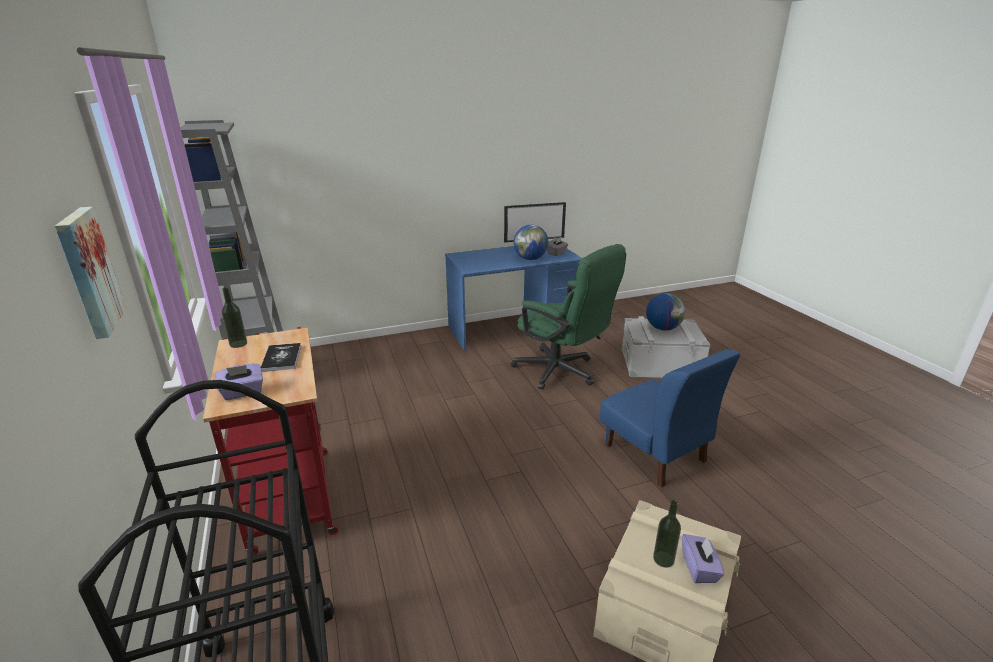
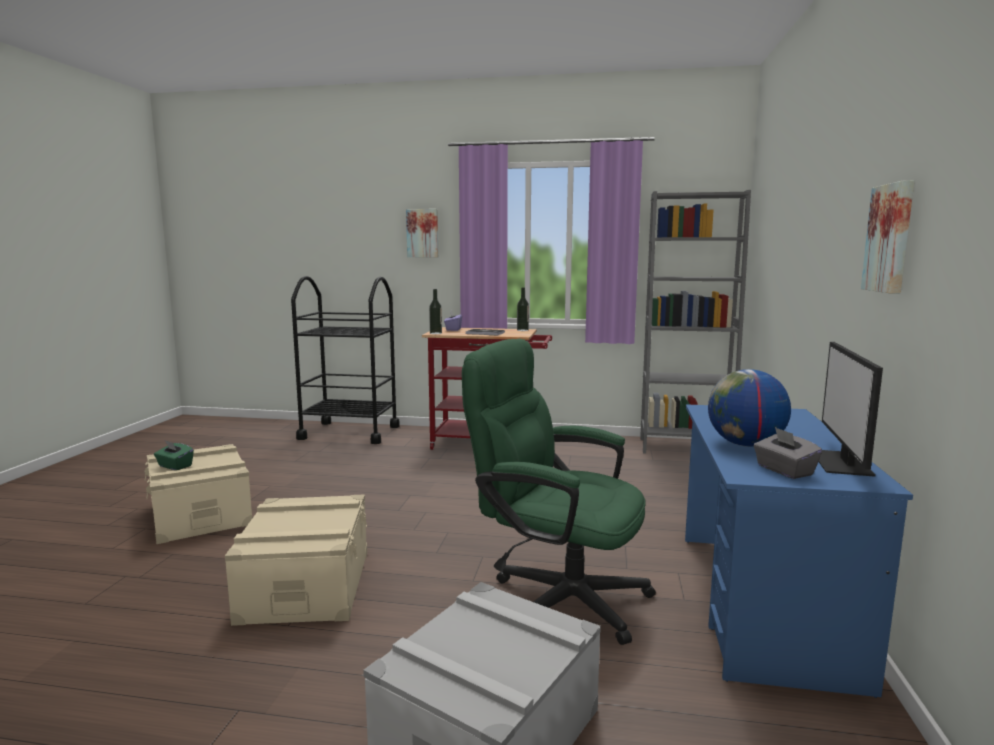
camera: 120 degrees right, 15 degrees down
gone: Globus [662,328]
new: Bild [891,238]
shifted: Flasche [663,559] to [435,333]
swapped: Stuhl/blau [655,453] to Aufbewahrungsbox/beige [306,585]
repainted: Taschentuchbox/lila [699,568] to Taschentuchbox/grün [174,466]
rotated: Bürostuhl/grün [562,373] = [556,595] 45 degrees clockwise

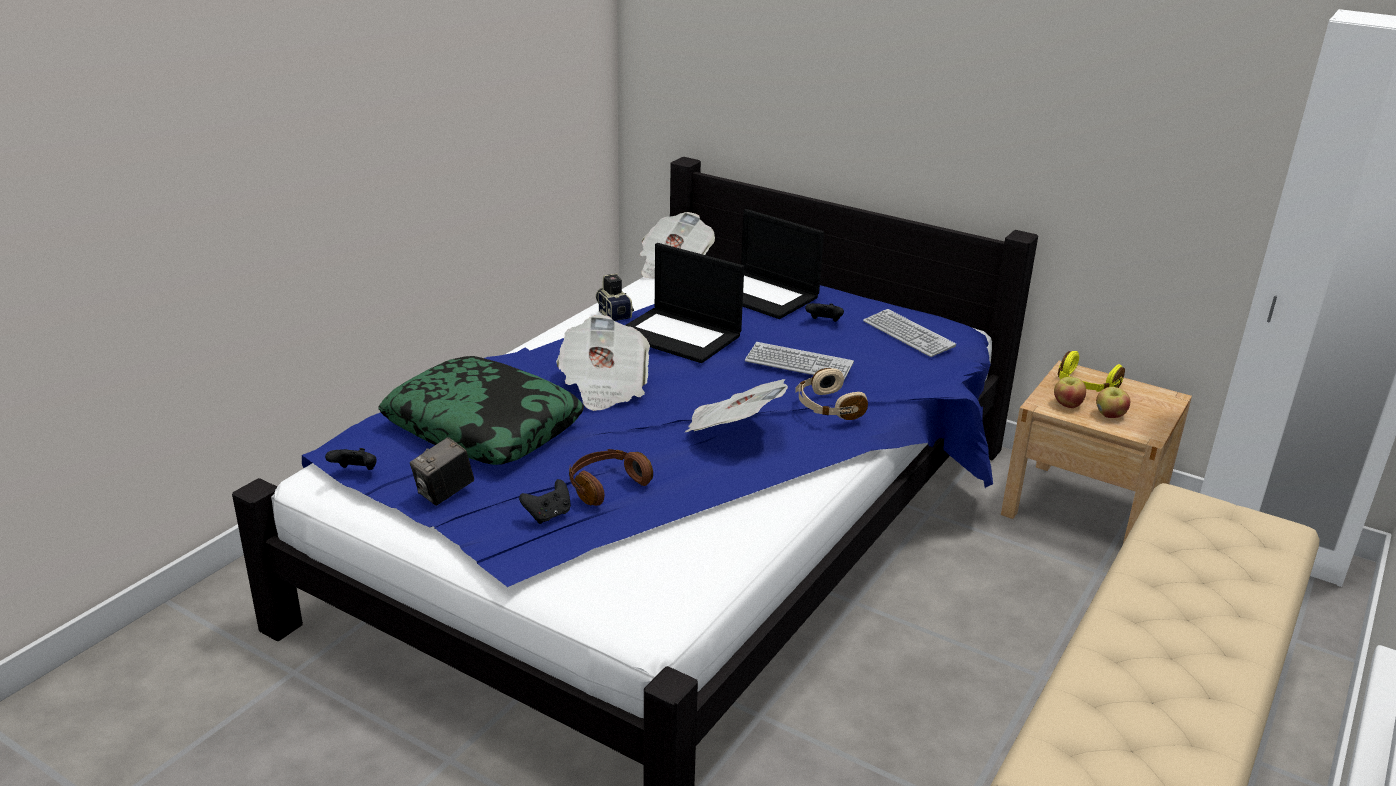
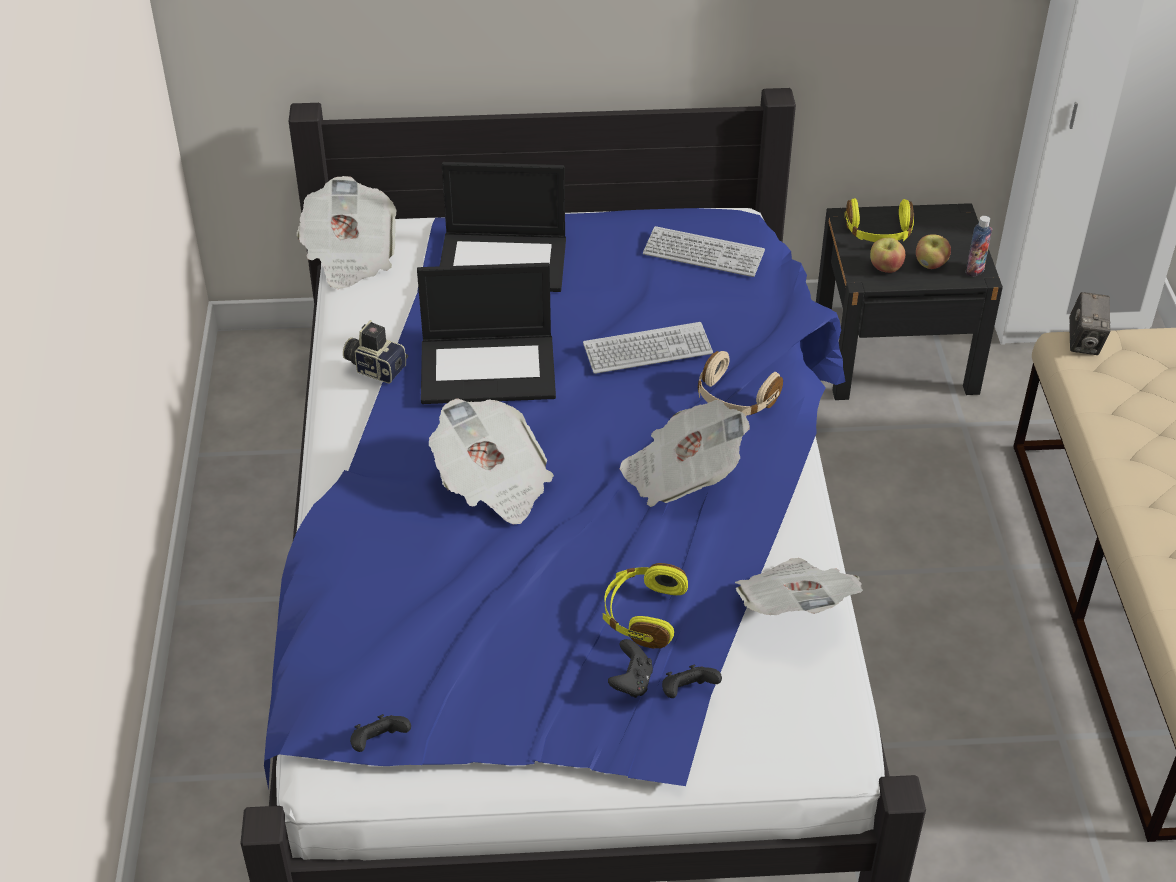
camera: 35 degrees left, 15 degrees up
gone: Kissen [484,427]
new: Zeitung [794,608]; Flasche [974,270]
shifted: Kamera [444,493] to [1084,342]; Gamepad/schwarz [824,322] to [687,692]
repainted: Kopfhörer/braun [606,485] to Kopfhörer/gelb [642,614]; Nachttisch/beige [1083,508] to Nachttisch/schwarz [895,353]

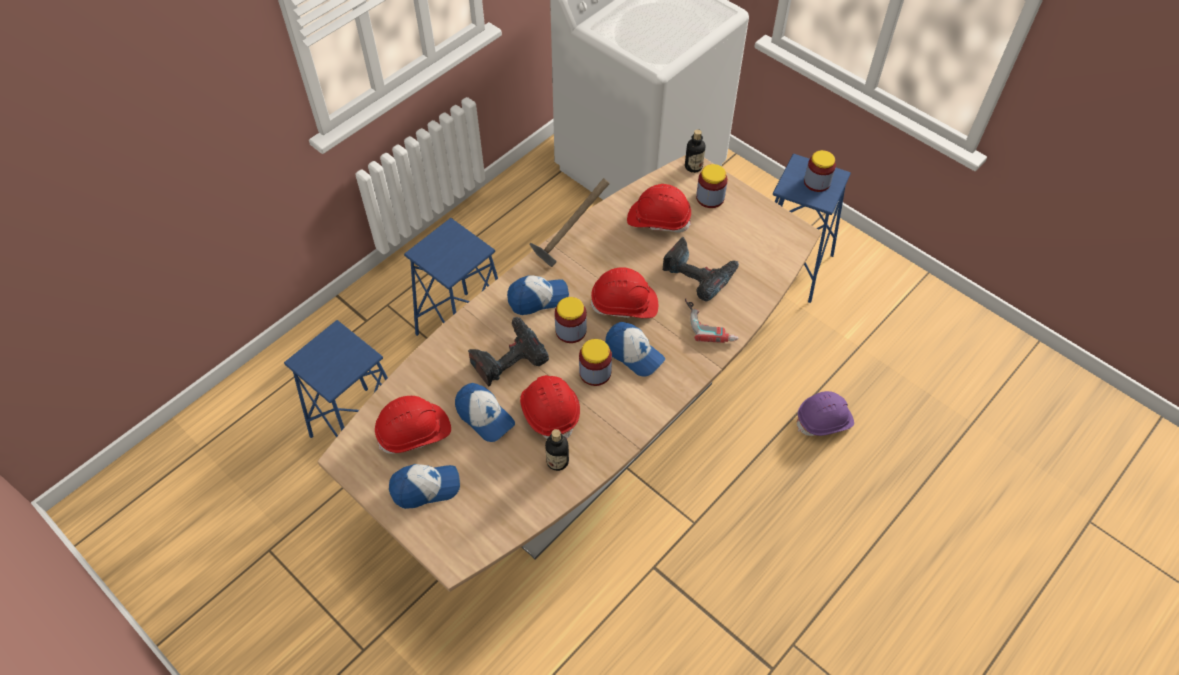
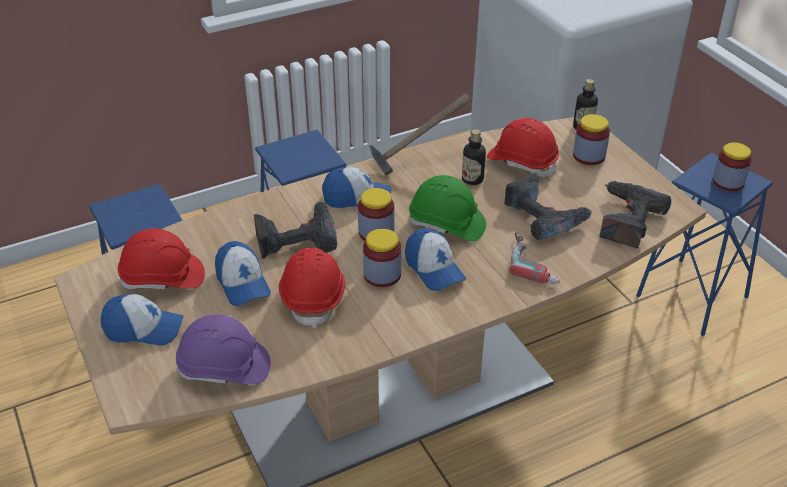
camera: 20 degrees right, 15 degrees down
new: Bohrmaschine [627,220]
shifted: Flasche [557,461] to [472,179]; Schutzhelm/lila [824,421] to [224,368]
repainted: Schutzhelm/rot [624,305] to Schutzhelm/grün [446,224]

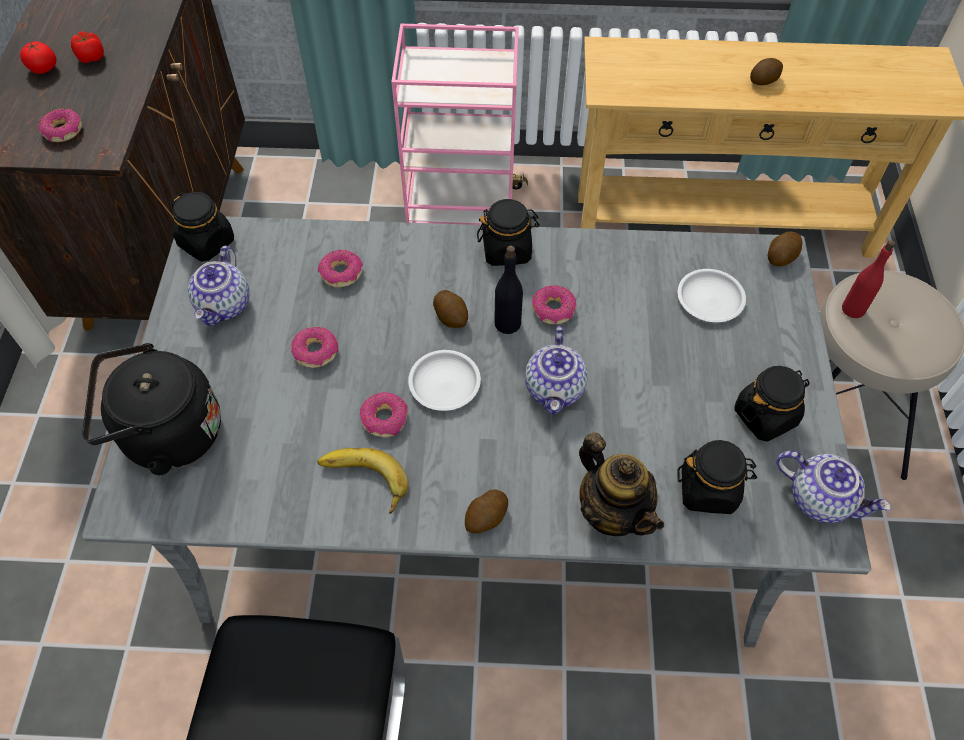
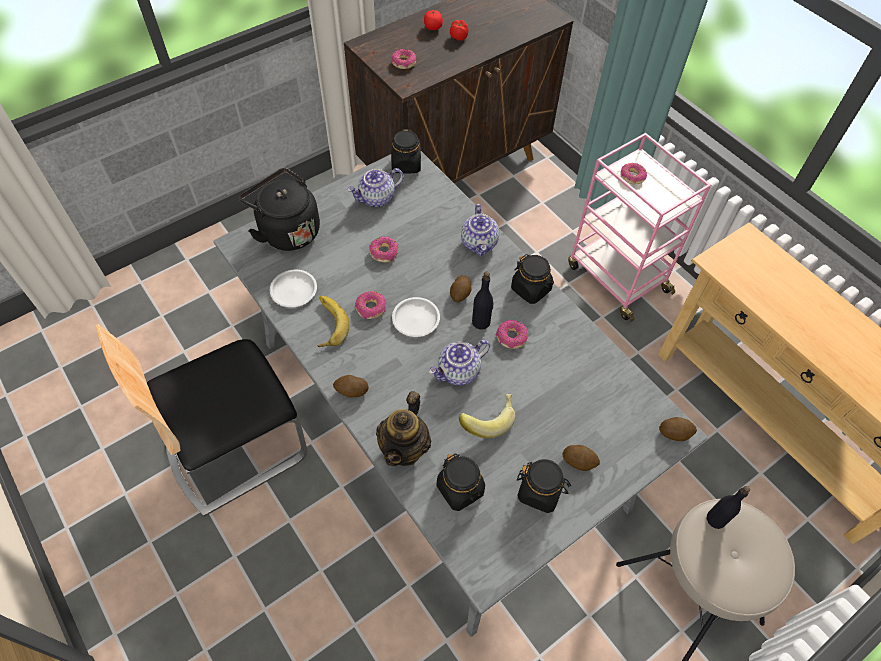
camera: 50 degrees right, 0 degrees up
new: Banane [487,419]
shifted: Donut [341,273] to [632,177]; Teller/weiß [710,299] to [294,291]; Kartoffel [763,80] to [579,461]; Teekanne [820,499] to [479,243]
repainted: Flasche/rot [853,309] to Flasche/schwarz [716,519]

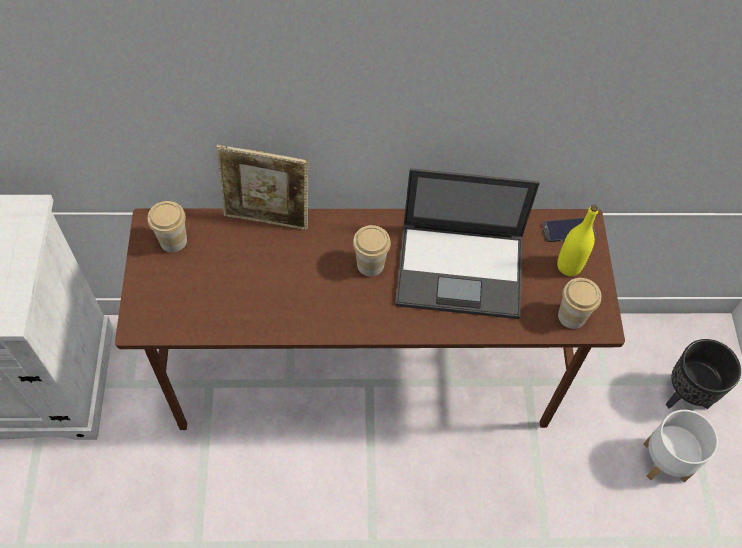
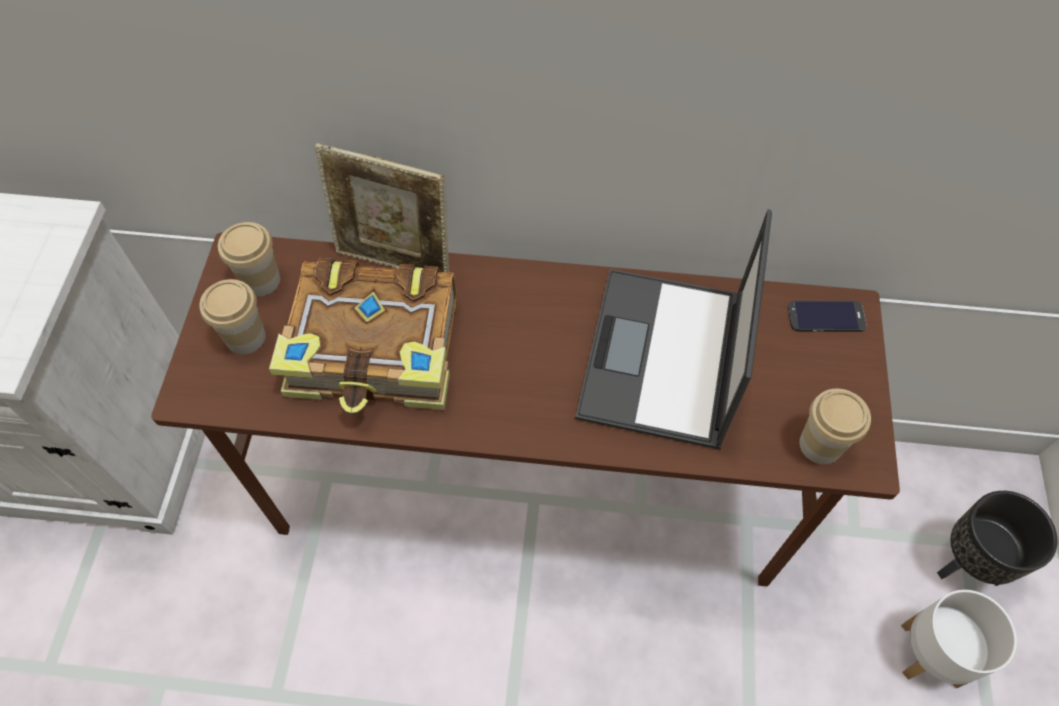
camera: 10 degrees right, 0 degrees up
gone: Flasche/gelb [569,266]
new: Buch [377,351]
shifted: Tasse [370,264] to [245,337]
rotated: Laptop [461,270] = [662,360] 90 degrees clockwise

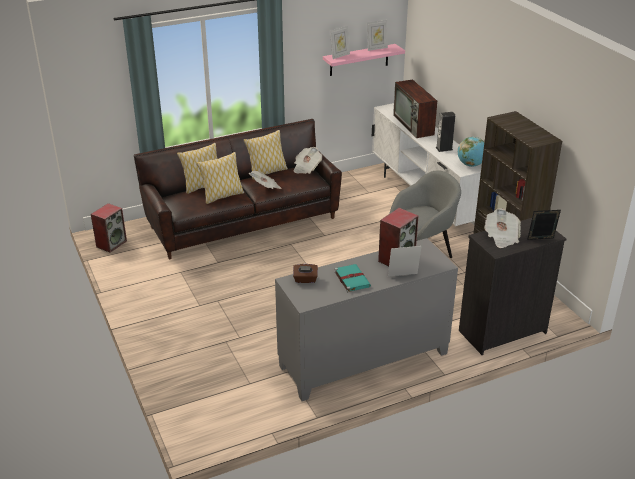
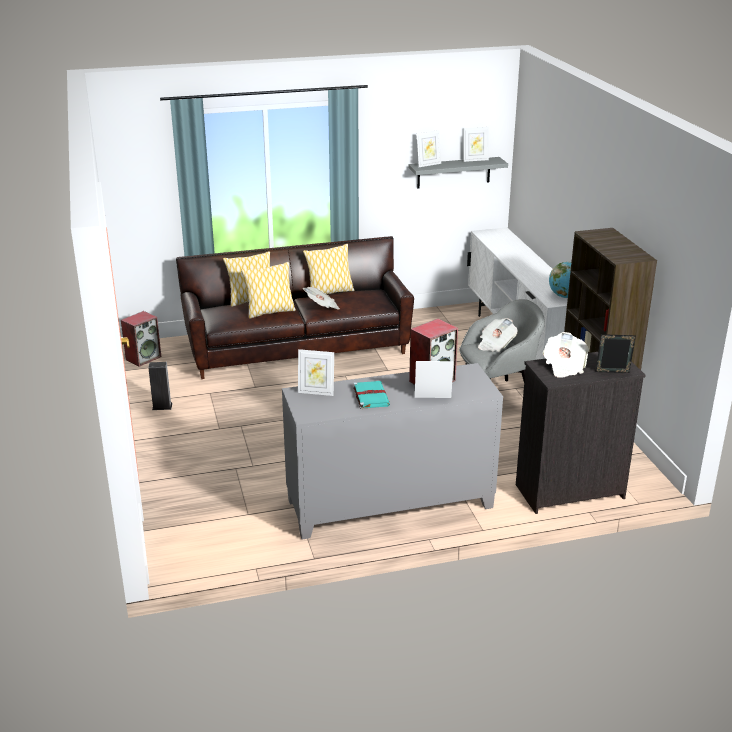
camera: 10 degrees right, 5 degrees down
gone: Fernseher [414,125]
shifted: Zeitung [306,168] to [495,345]; Lautsprecher [444,148] to [162,406]
swapped: Taschentuchbox/braun [305,279] to Bilderrahmen [316,392]
repainted: Wandregal/rosa [359,60] to Wandregal/grau [453,172]

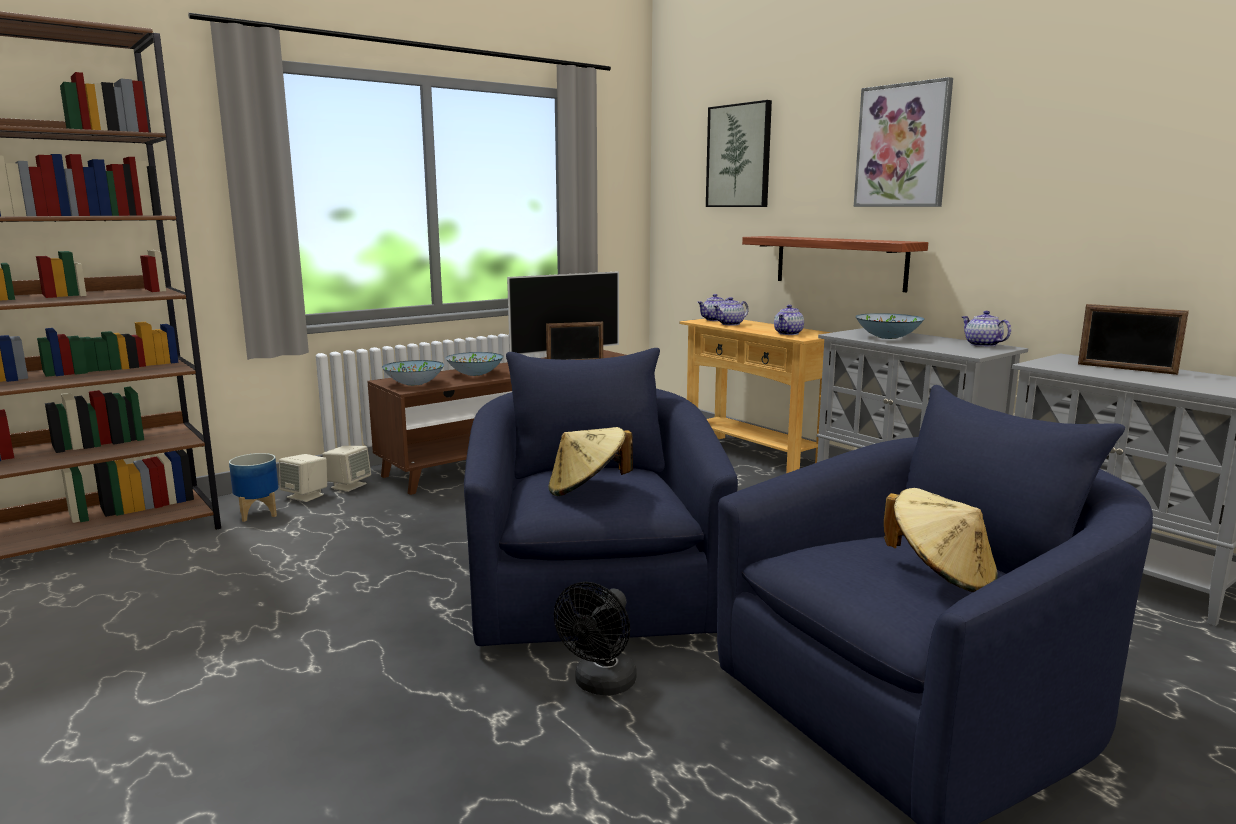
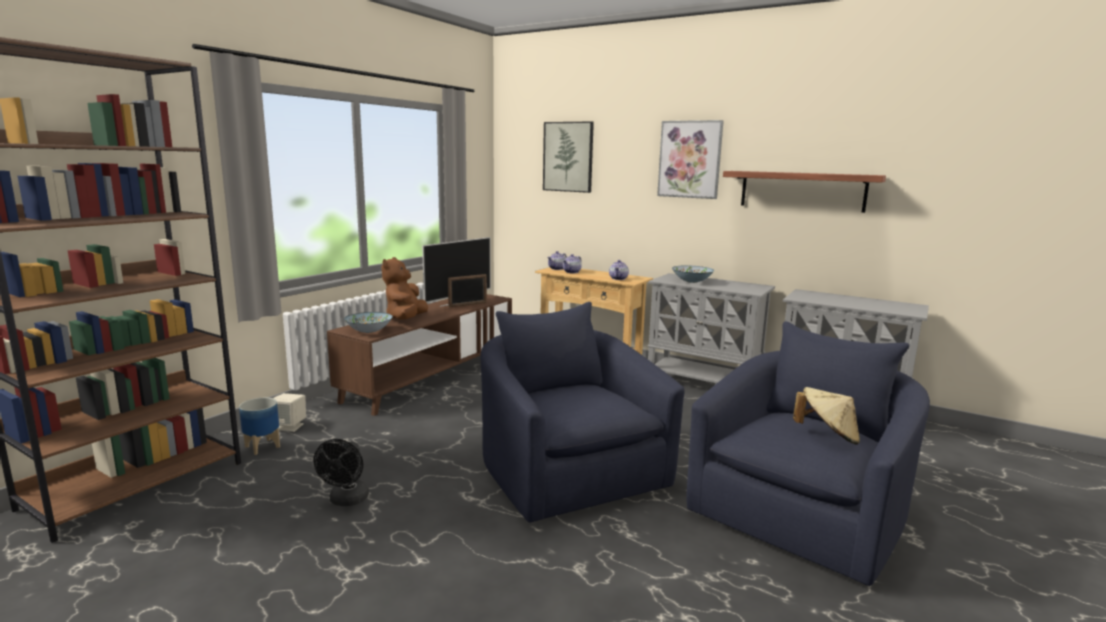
camera: 20 degrees left, 0 degrees up
gone: Lautsprecher/beige [348,486]; Hut/beige [587,489]; Teekanne [982,345]; Bilderrahmen [1126,369]
shifted: Ventilator/schwarz [601,685] to [346,501]; Wandregal [839,262] to [802,191]
swapped: Schüssel [475,374] to Plüschtier/braun [406,319]

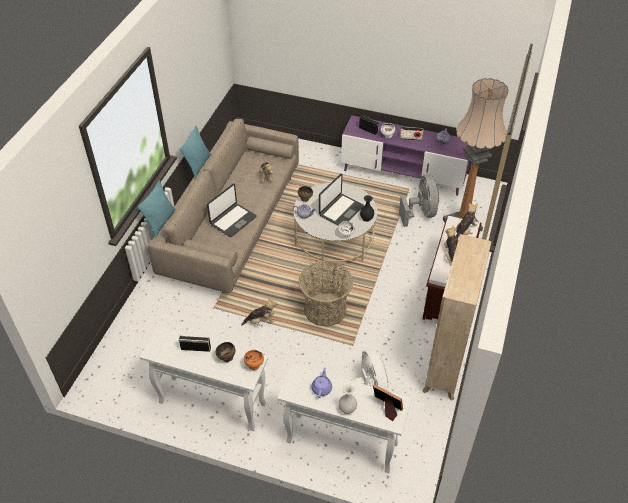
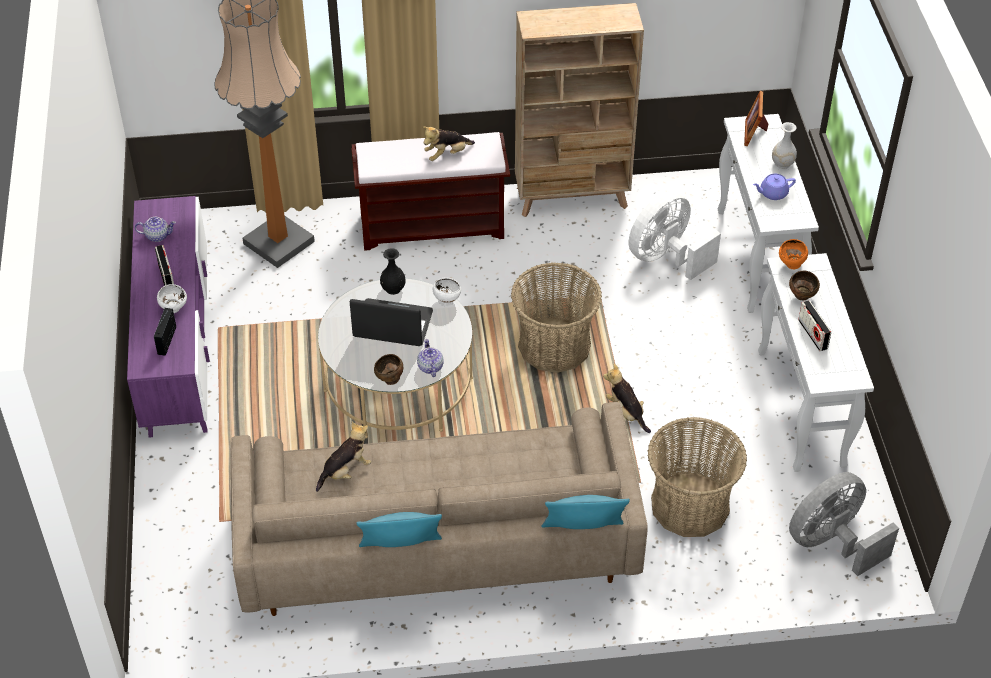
camera: 115 degrees left, 0 degrees up
gone: Laptop [232,220]; Plüschtier [464,232]
new: Korb [690,505]
shifted: Ventilator/grau [421,213] to [831,543]

